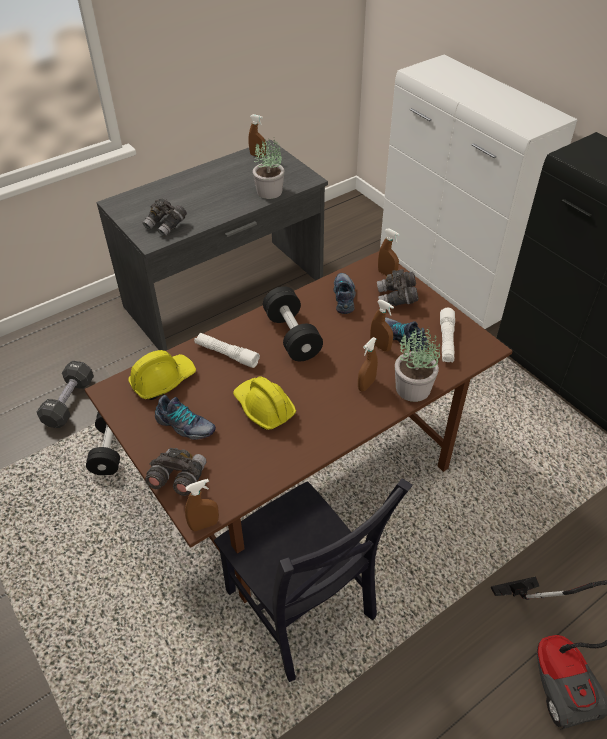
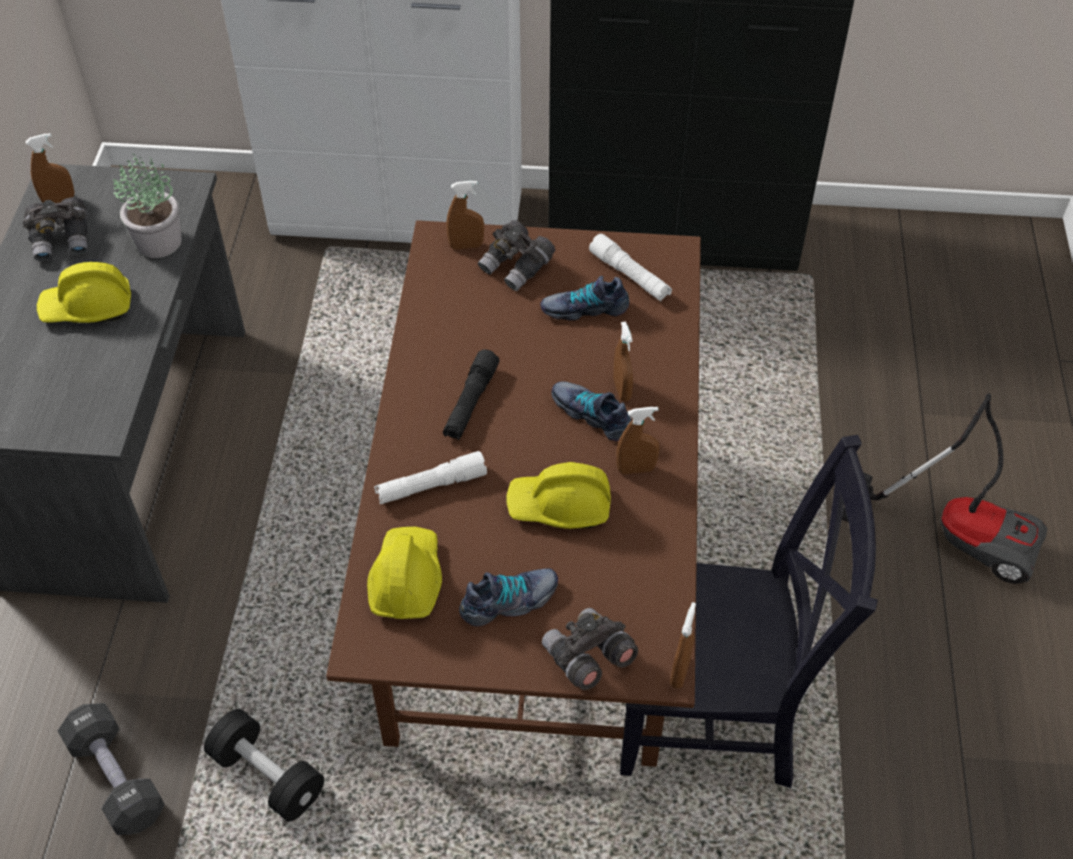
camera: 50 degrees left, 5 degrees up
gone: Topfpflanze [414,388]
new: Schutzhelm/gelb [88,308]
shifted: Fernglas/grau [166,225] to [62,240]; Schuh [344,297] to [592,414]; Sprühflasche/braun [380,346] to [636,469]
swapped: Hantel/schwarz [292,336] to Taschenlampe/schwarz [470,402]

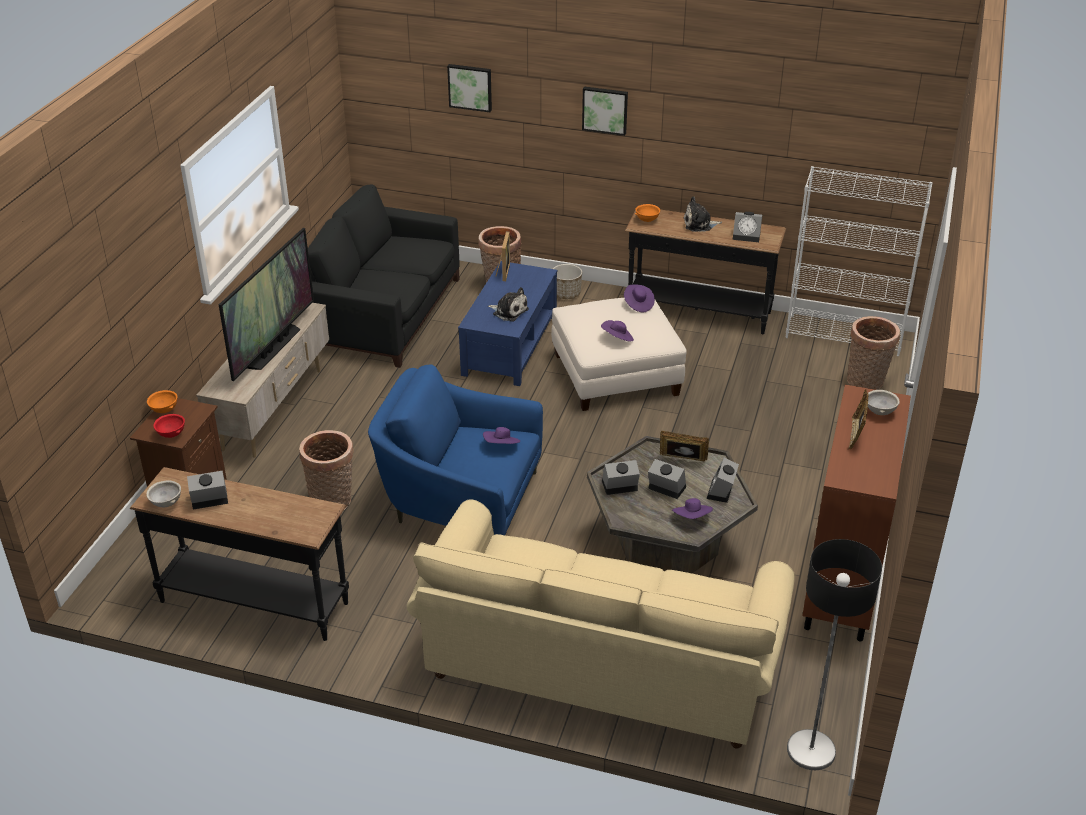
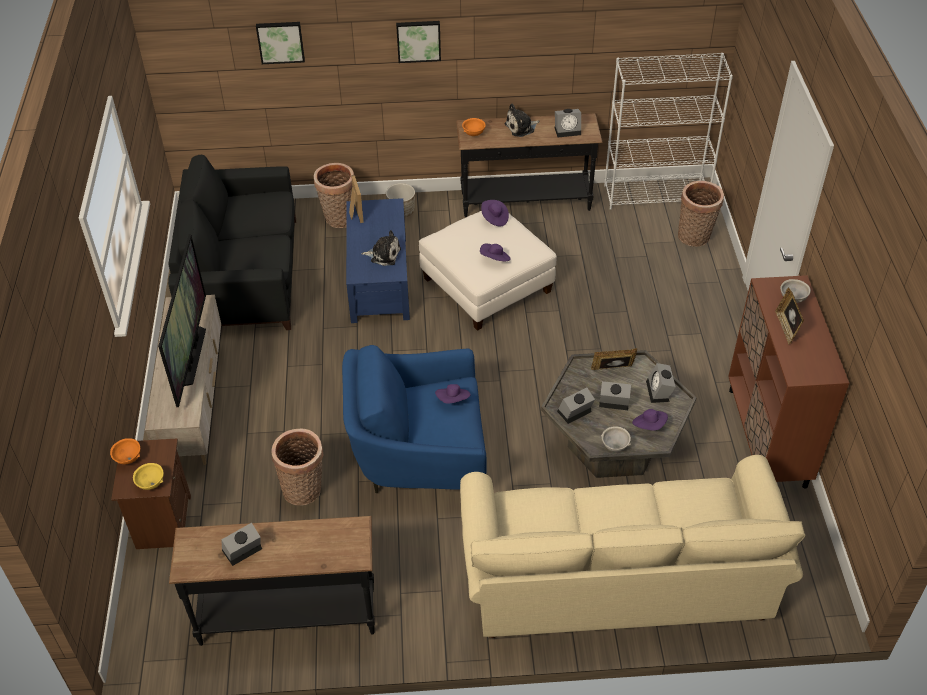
camera: 20 degrees left, 10 degrees up
gone: Stehlampe [810,750]
shifted: Schüssel/grau [166,503] to [615,446]
repainted: Schüssel/rot [171,435] to Schüssel/gelb [151,484]

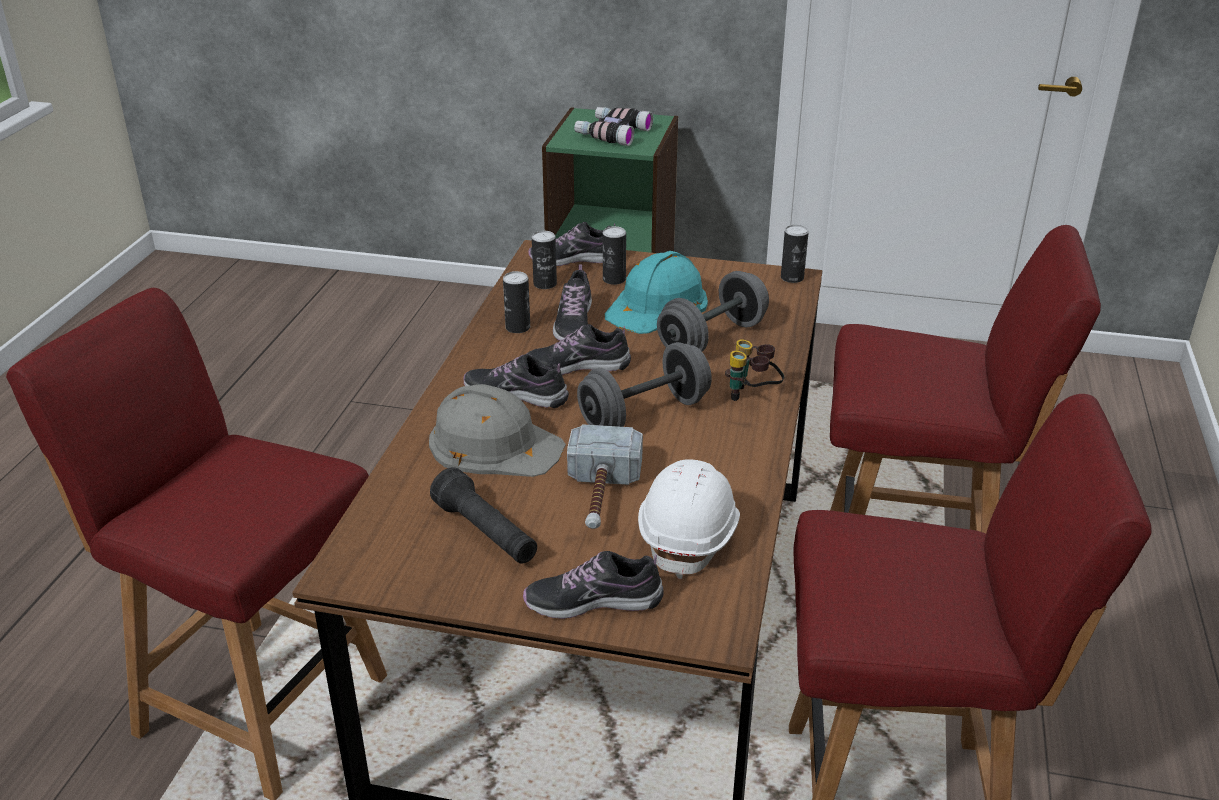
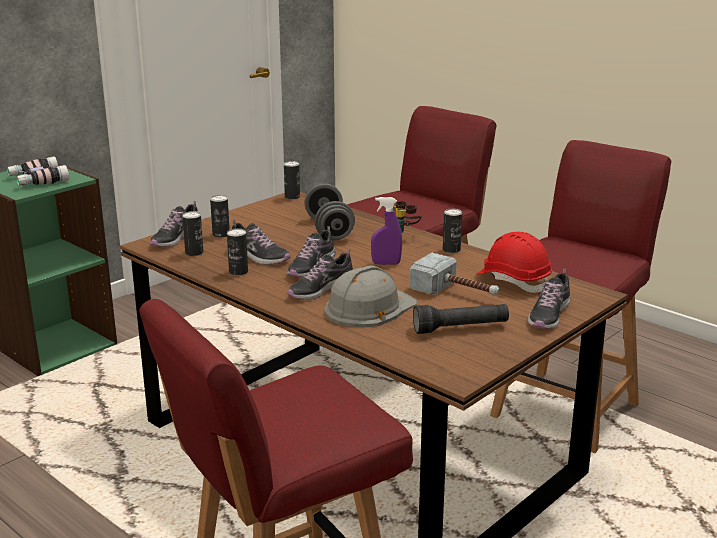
camera: 60 degrees left, 10 degrees down
gone: Schutzhelm/türkis [658,305]
new: Dose [451,250]
swapped: Hantel/grau [644,414] to Sprühflasche/lila [386,263]
repainted: Schutzhelm/weiß [690,536] to Schutzhelm/rot [513,281]

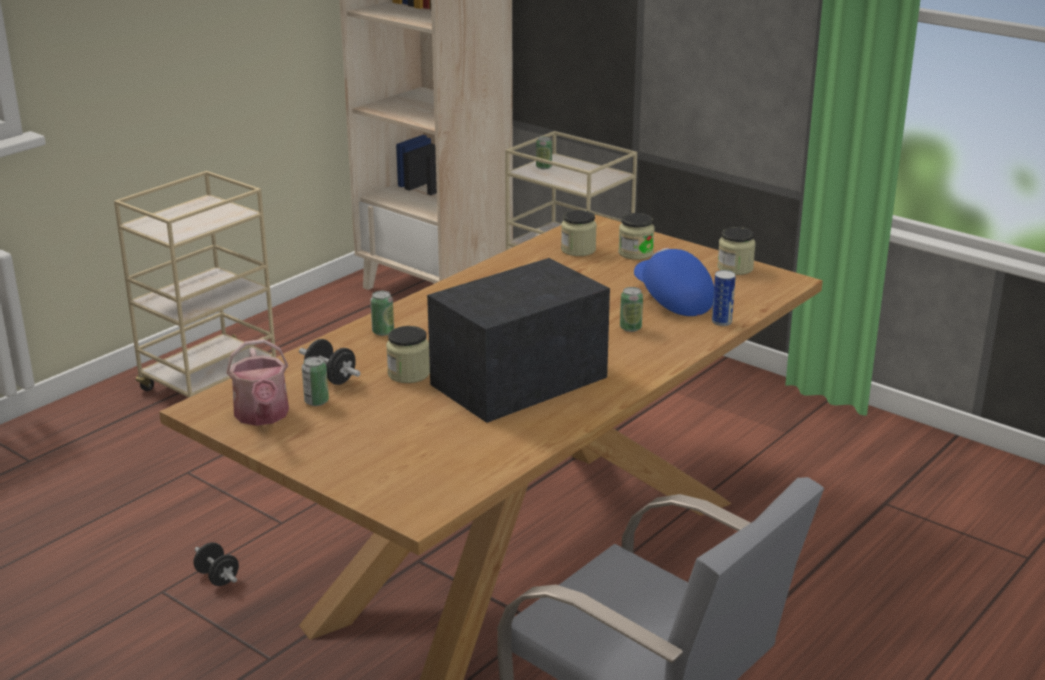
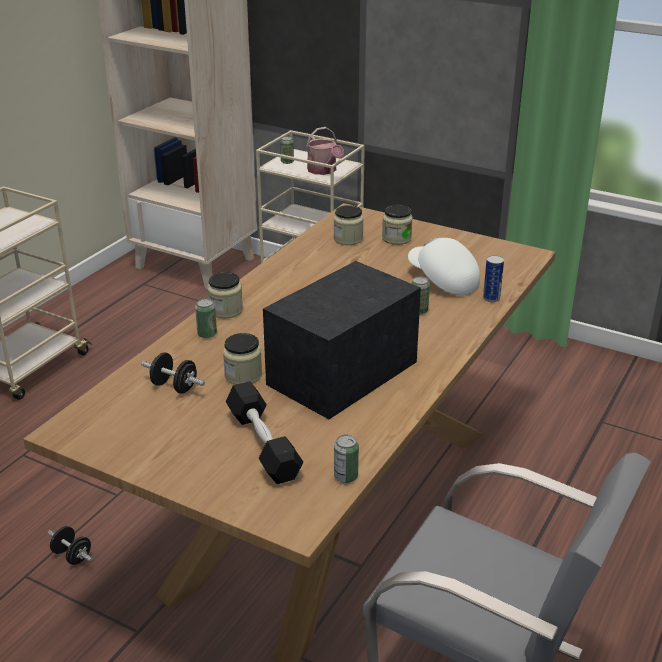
camera: 10 degrees left, 5 degrees up
new: Hantel/schwarz [263,444]
shifted: Gießkanne [262,416] to [324,171]; Dose [316,401] to [346,477]; Vorratsglas [735,268] to [226,310]
repainted: Kappe/blau [671,300] to Kappe/weiß [442,280]

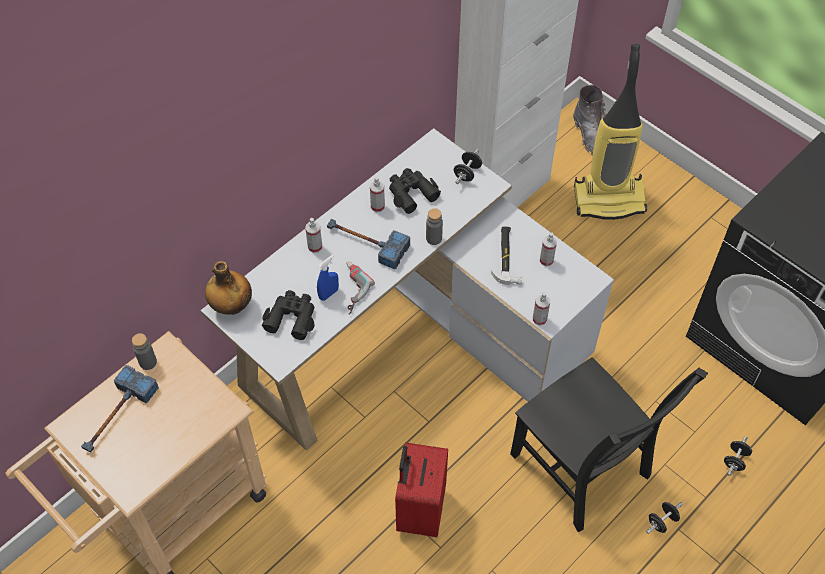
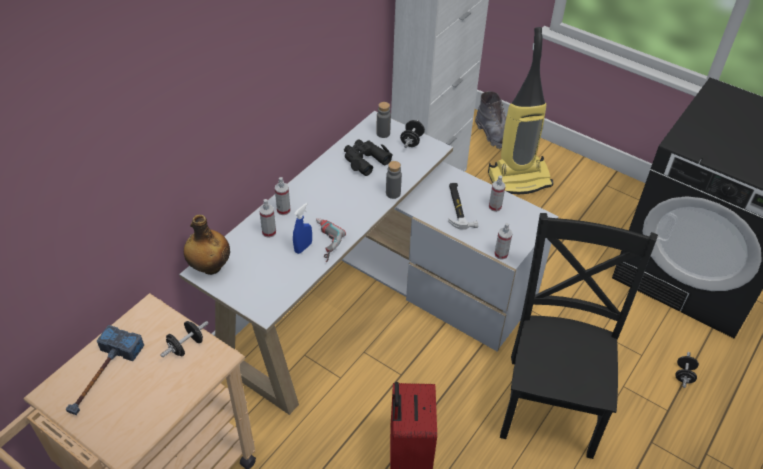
camera: 10 degrees left, 10 degrees down
gone: Fernglas/schwarz [291,317]; Hammer [366,242]
shifted: Flasche/grau [148,362] to [383,133]; Sprühflasche [377,206] to [269,232]; Hantel/schwarz [662,521] to [186,346]
rotated: Stuhl/schwarz [583,470] = [552,400] 120 degrees counterclockwise

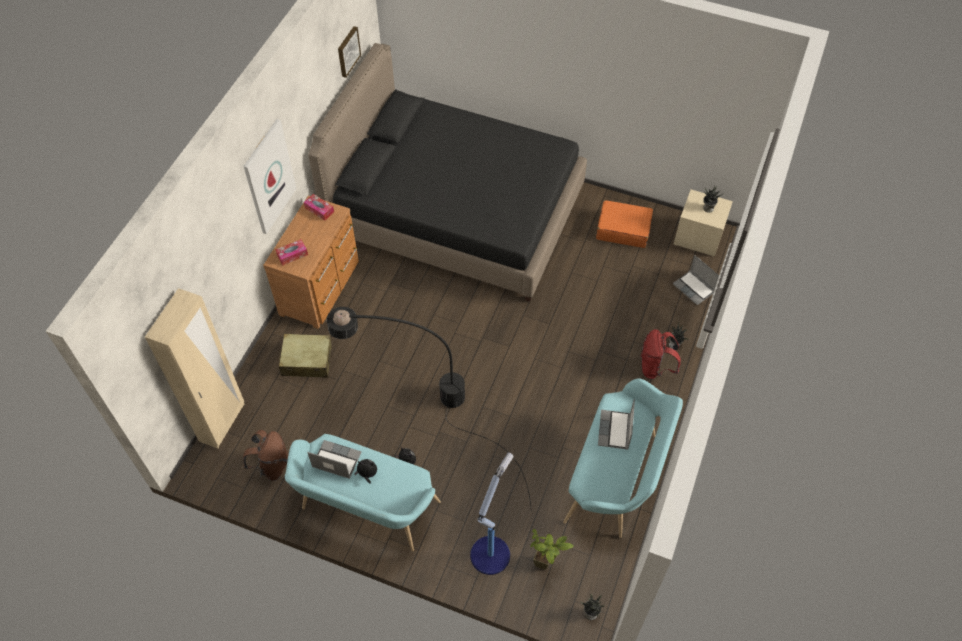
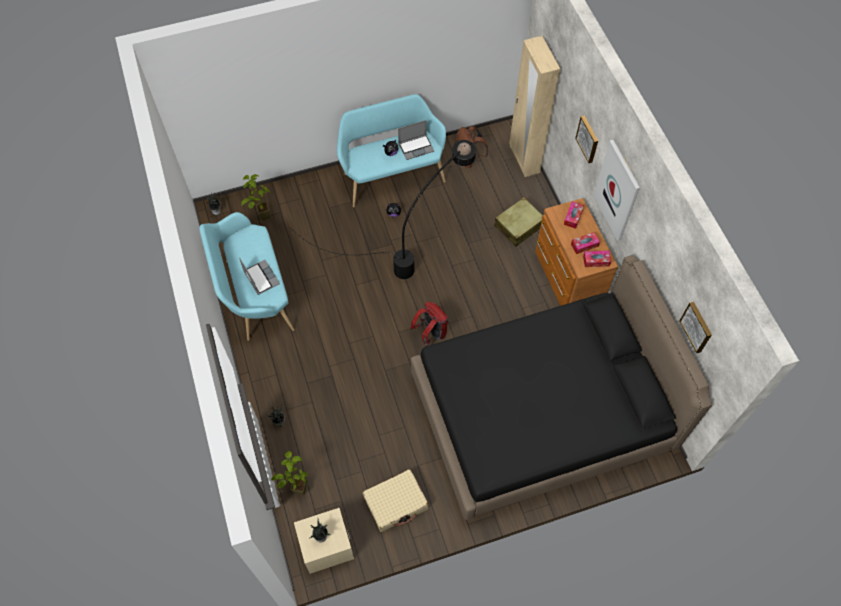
camera: 140 degrees right, 5 degrees up
gone: Stehlampe [490,553]
new: Taschentuchbox [584,245]; Bild [588,139]
shifted: Rucksack/rot [655,368] to [431,333]
swapped: Laptop [694,288] to Topfpflanze [296,487]
repainted: Koffer/orange [623,229] to Koffer/beige [396,503]

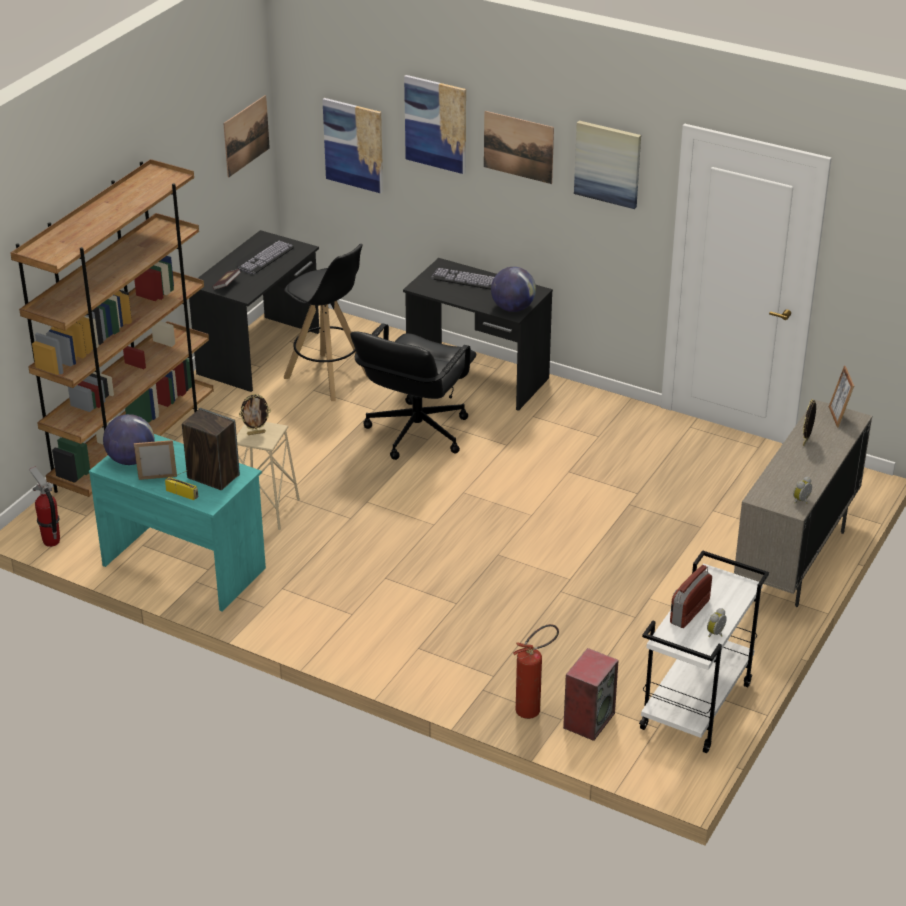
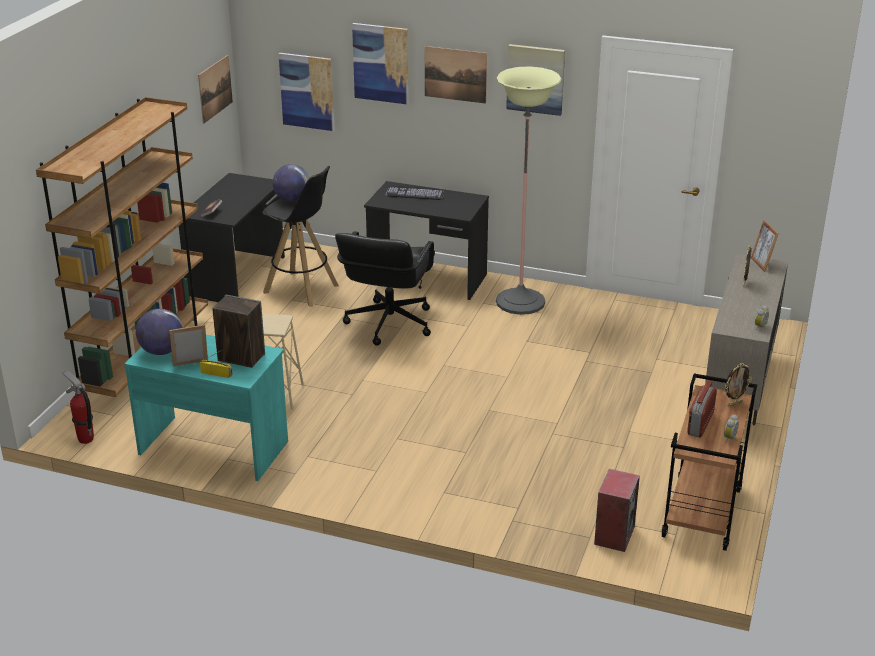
camera: 10 degrees left, 5 degrees down
gone: Tastatur [263,256]; Feuerlöscher [533,709]
new: Stehlampe [520,302]
shifted: Bilderrahmen [256,433] to [734,404]; Globus [513,308] to [292,200]
repainted: Rollwagen/weiß [696,707] to Rollwagen/braun [702,514]

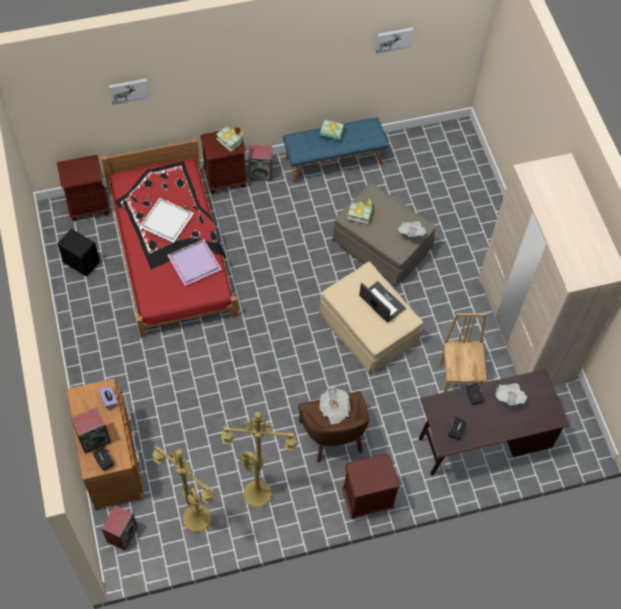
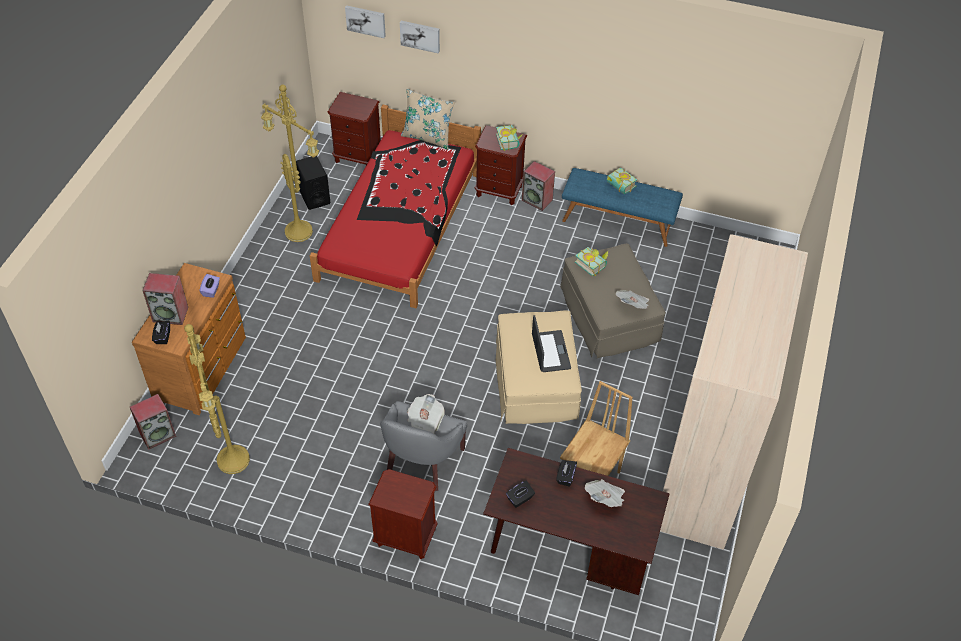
camera: 35 degrees right, 10 degrees down
gone: Tablett/weiß [167,220]; Tablett/lila [195,263]
new: Kissen/beige [428,137]
shifted: Stehlampe/gelb [259,492] to [301,231]; Bild [393,39] to [366,20]
repainted: Sessel/braun [334,437] to Sessel/grau [421,461]

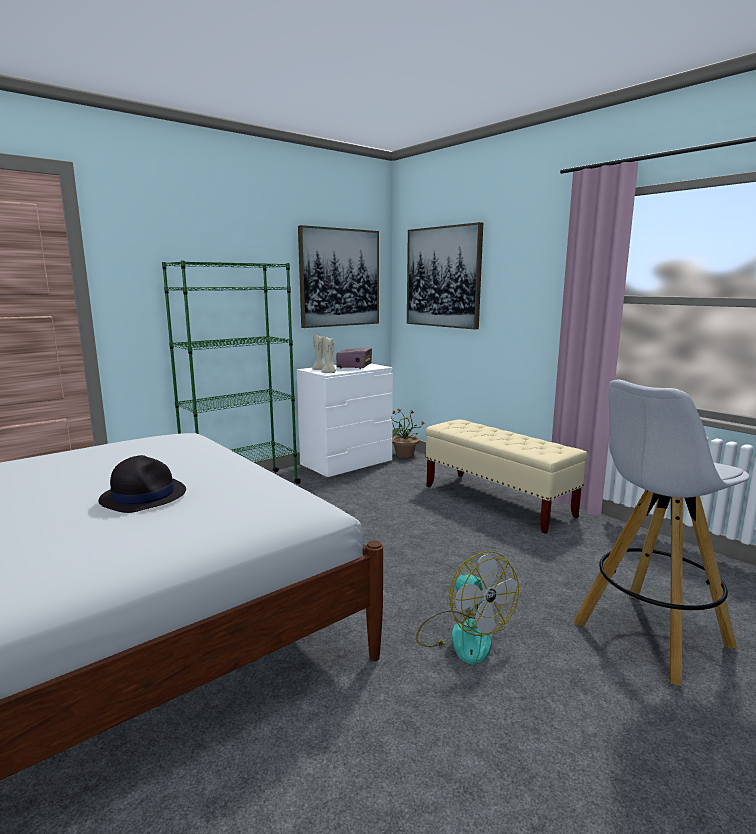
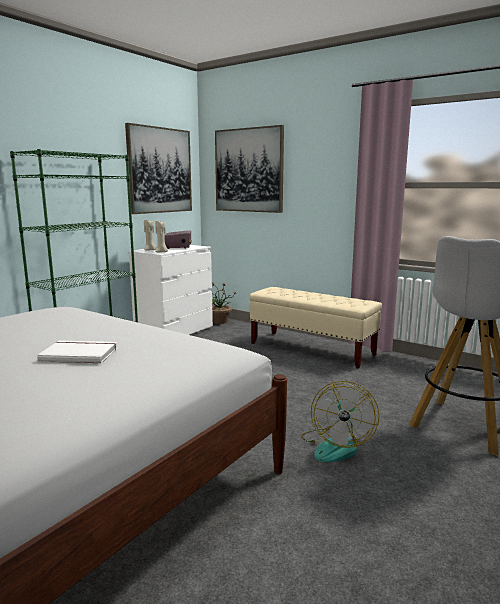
camera: 15 degrees left, 0 degrees up
swapped: Hut/schwarz [143,496] to Buch/weiß [79,354]
rotated: Ventilator [462,635] = [336,446] 60 degrees clockwise

